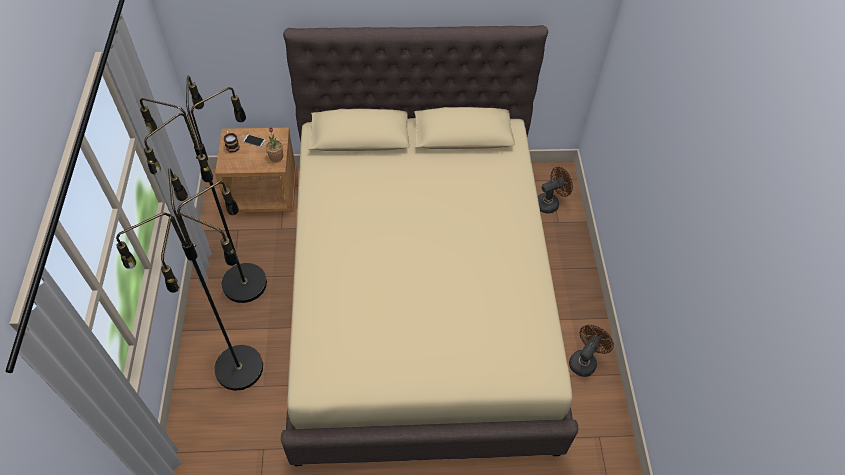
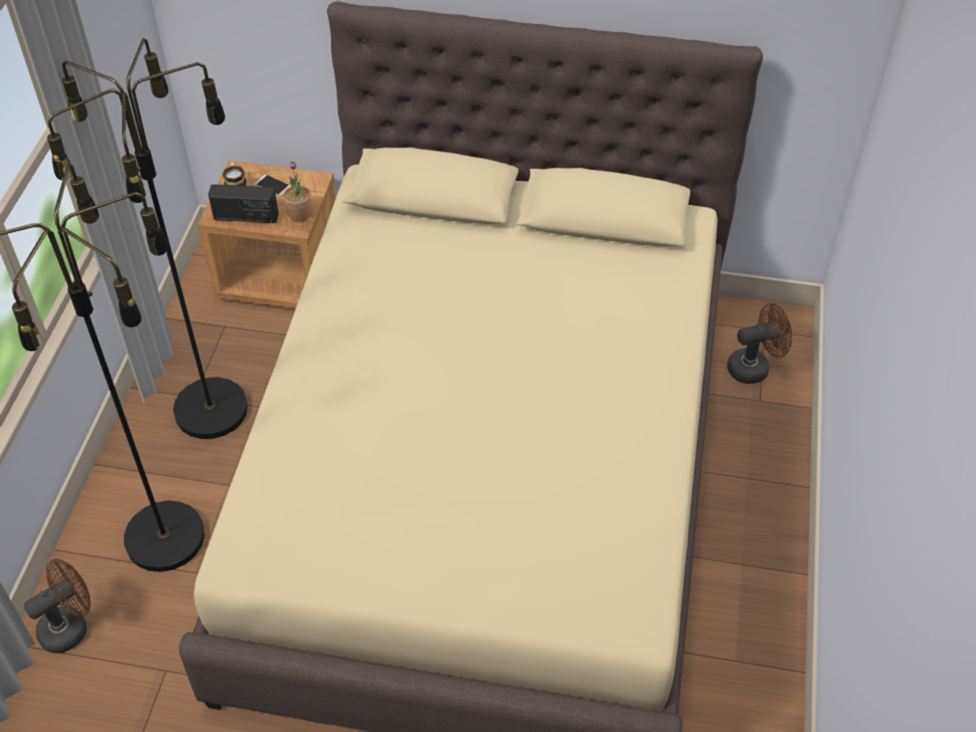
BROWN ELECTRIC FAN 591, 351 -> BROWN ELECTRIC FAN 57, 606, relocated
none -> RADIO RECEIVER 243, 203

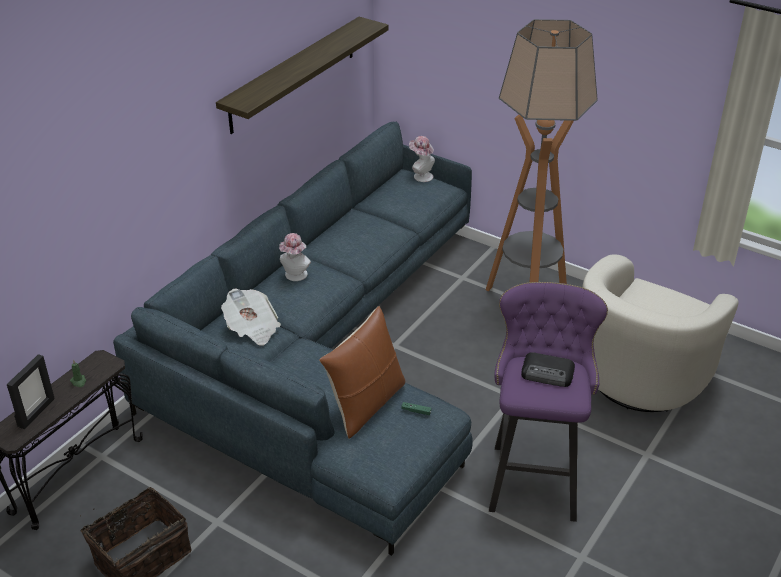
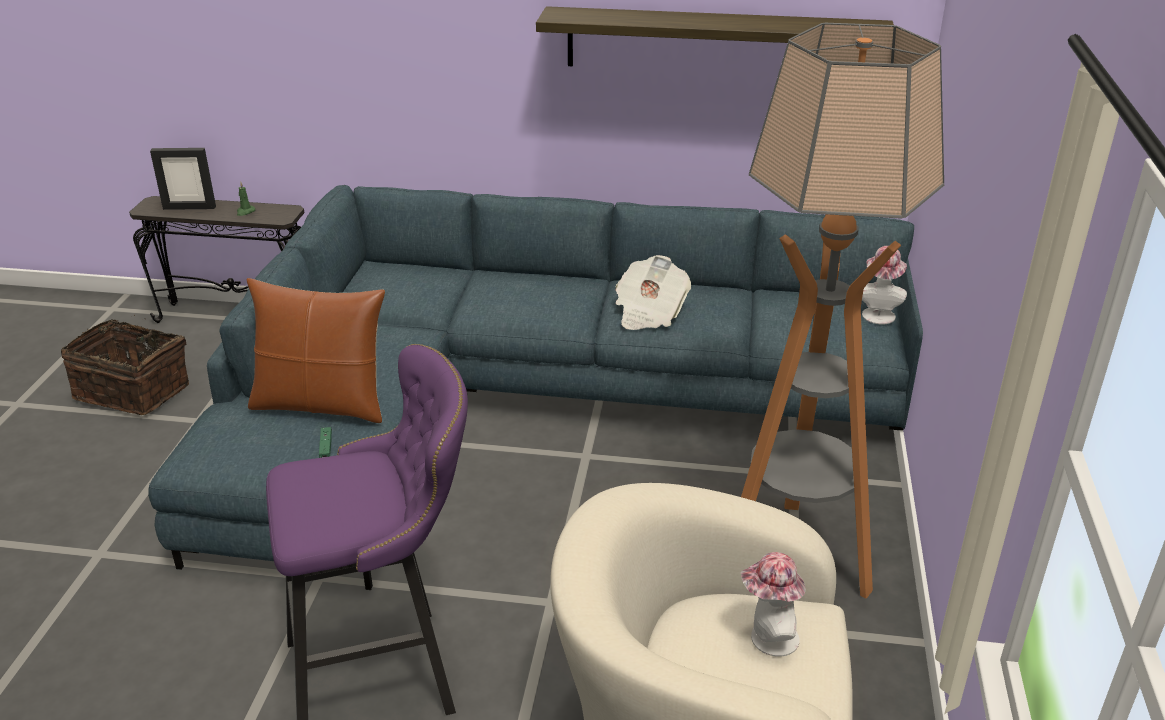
DAILY PAPER 251, 317 -> DAILY PAPER 653, 292, relocated
WEARABLE HAT 295, 257 -> WEARABLE HAT 773, 604, relocated
RADIO RECEIVER 548, 369 -> none

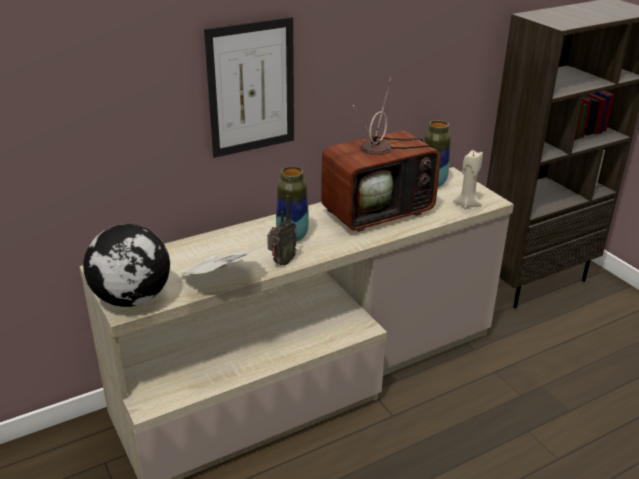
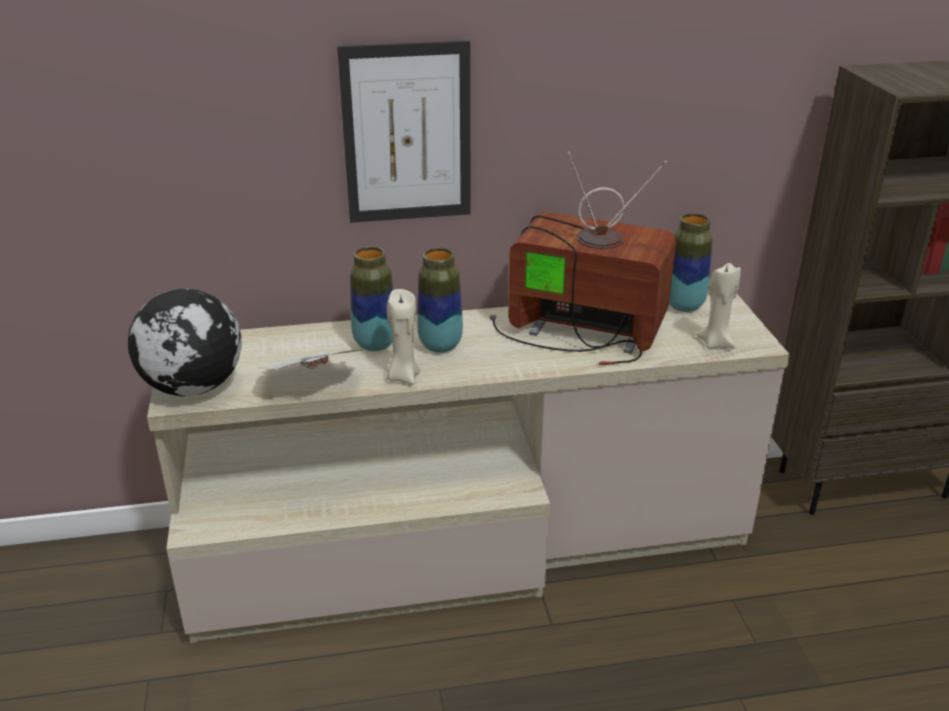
RADIO RECEIVER 282, 230 -> BEIGE CANDLE 403, 336
TELEVISION 381, 155 -> TELEVISION 583, 258, 150 degrees counterclockwise
none -> DECORATIVE VASE 371, 298

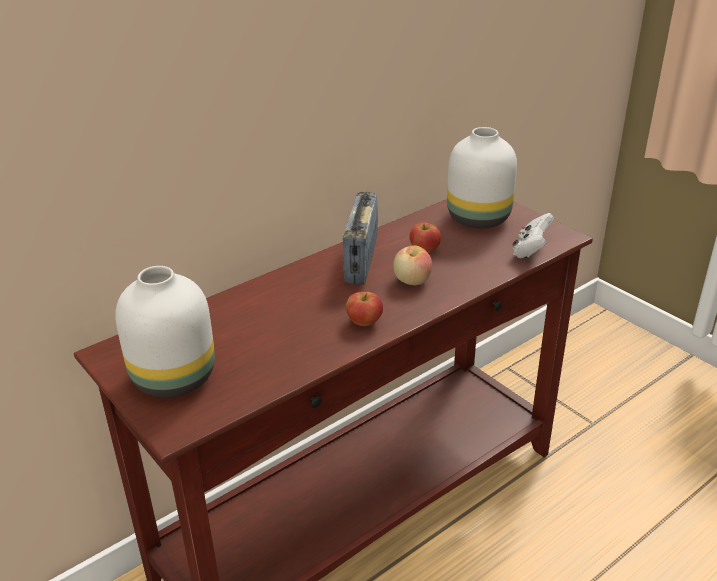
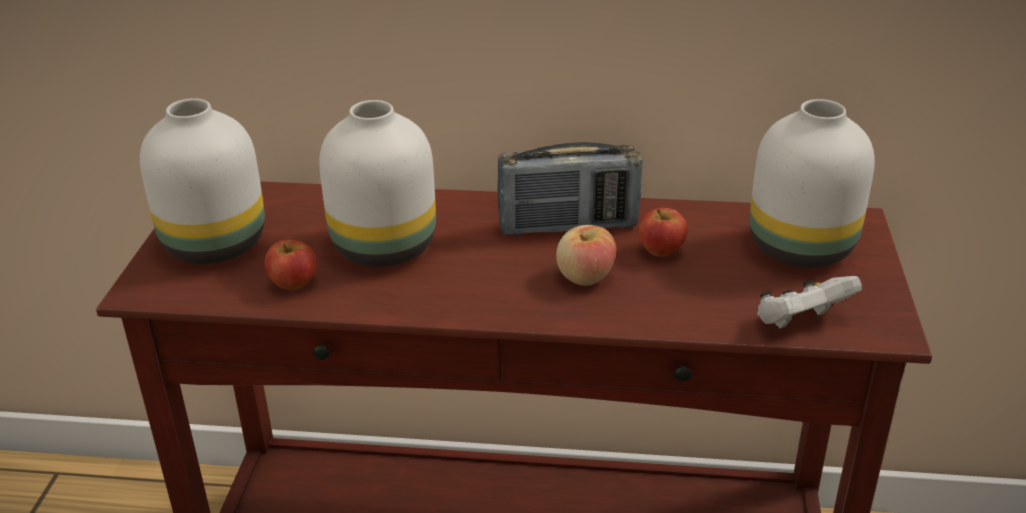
RADIO RECEIVER 360, 238 -> RADIO RECEIVER 569, 188, 150 degrees counterclockwise
APPLE FRUIT 364, 309 -> APPLE FRUIT 290, 264, relocated
none -> WHITISH DECORATIVE VASE 377, 183

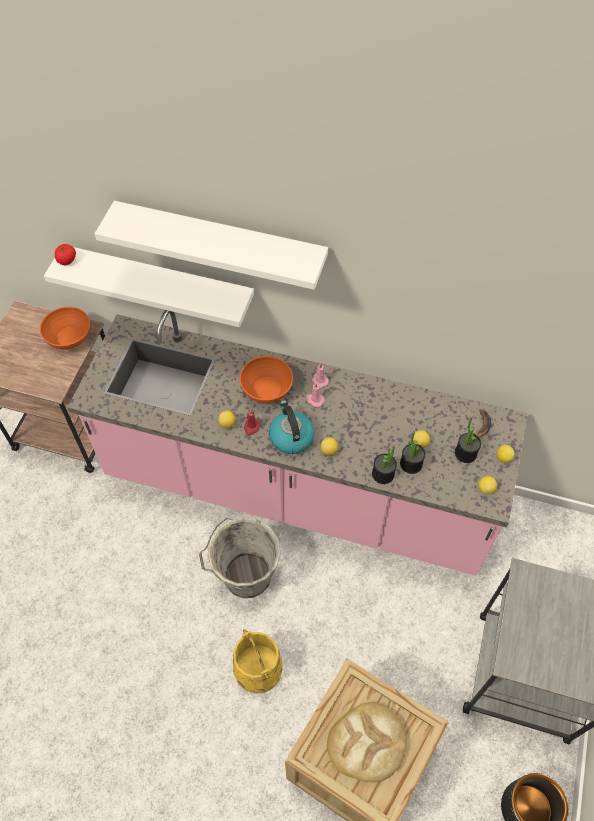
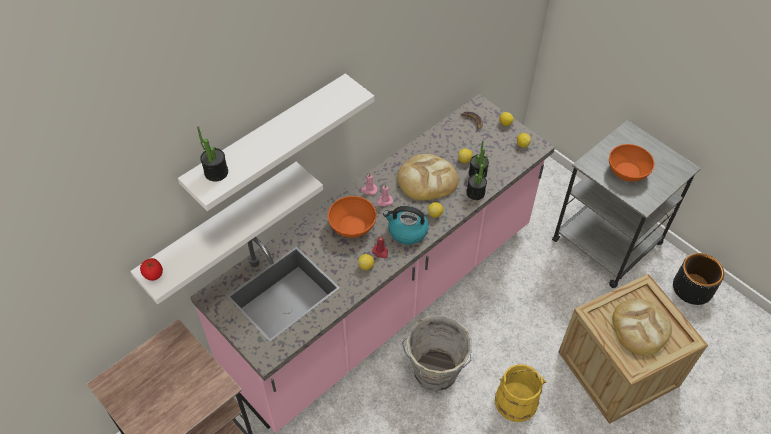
ORANGE DEEP DISH 65, 328 -> ORANGE DEEP DISH 632, 163, relocated
HOUSEPLANT 468, 439 -> HOUSEPLANT 212, 154, relocated
none -> BAKED BREAD 428, 177

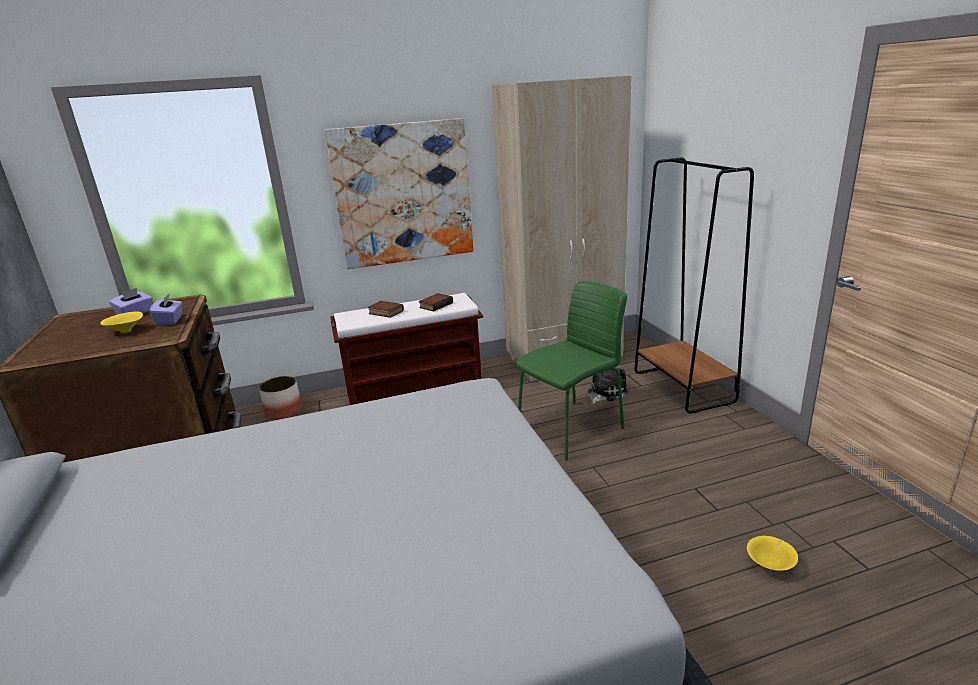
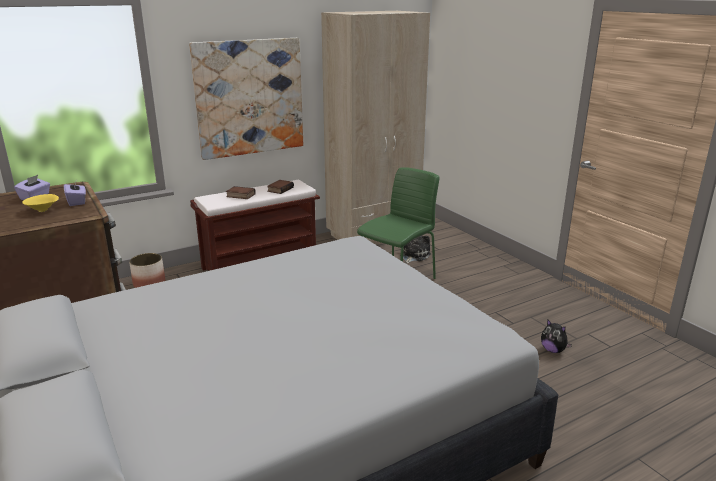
GARMENT STAND 694, 285 -> none
YELLOW DEEP DISH 772, 553 -> PLUSH TOY 556, 336

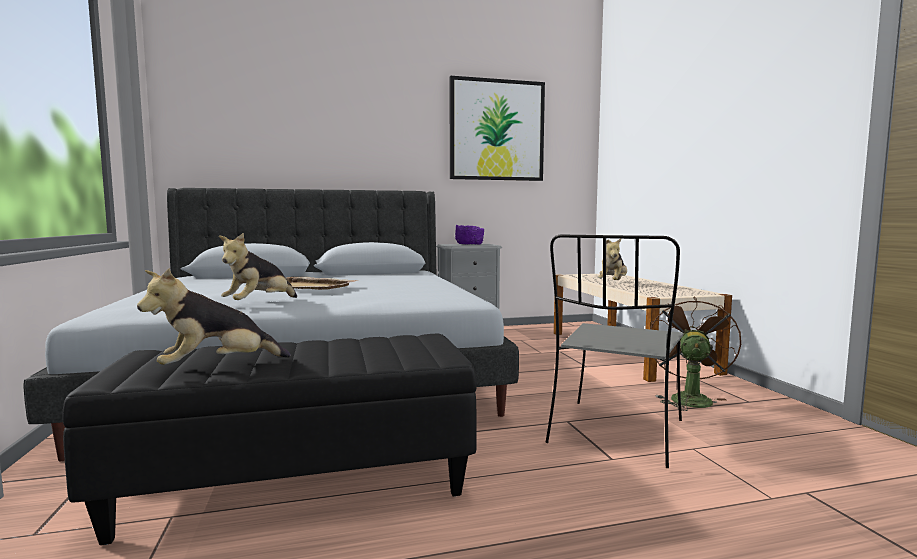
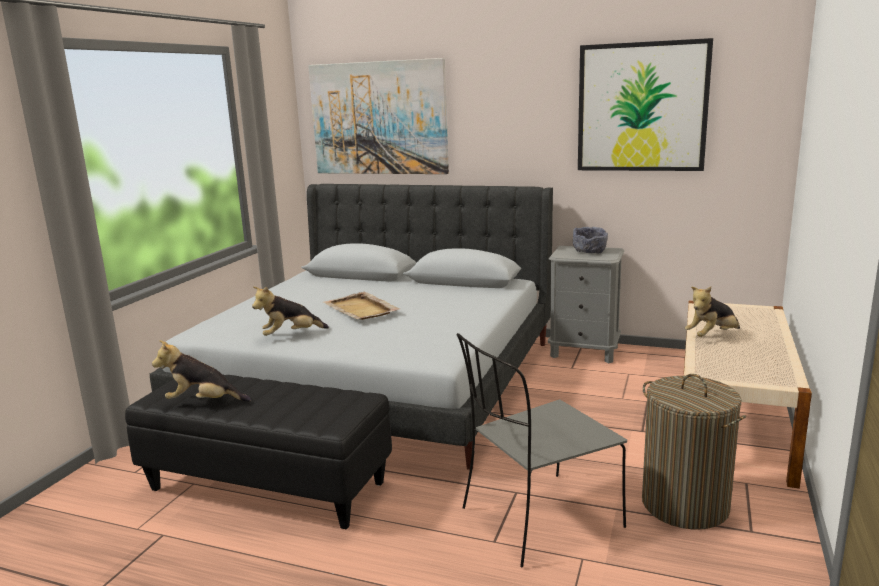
PURPLISH DEEP DISH 469, 235 -> GREYISH DEEP DISH 590, 240
BROWN ELECTRIC FAN 695, 354 -> HAMPER 694, 452
none -> WALL ART 378, 116

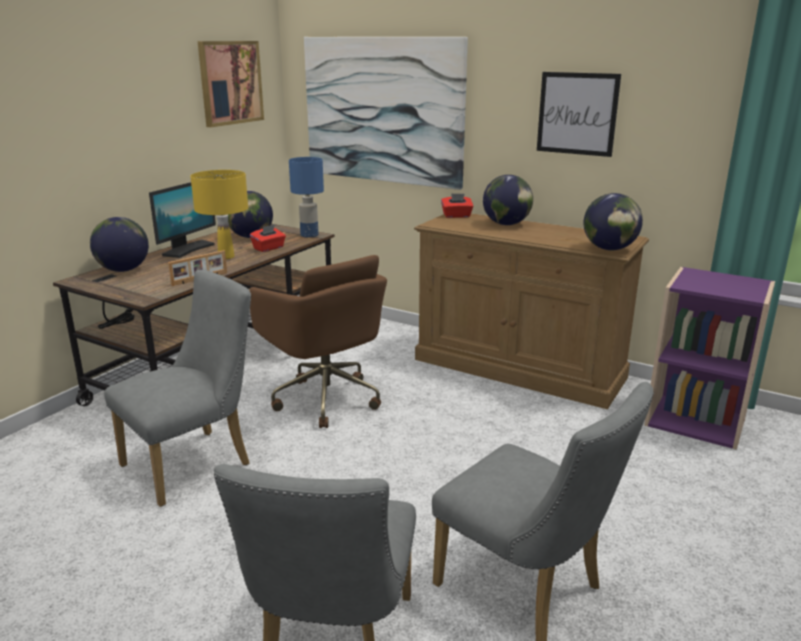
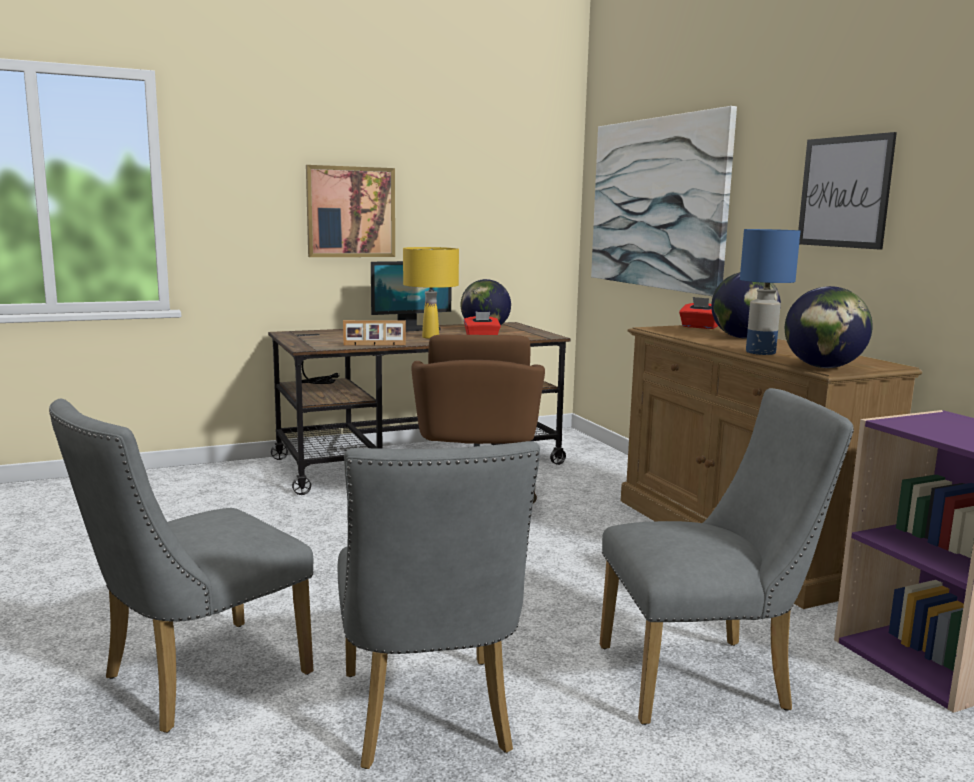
WORLD GLOBE 119, 244 -> none
GREYISH PLAIN CHAIR 177, 388 -> GREYISH PLAIN CHAIR 727, 556, relocated
WALL ART 231, 84 -> WALL ART 350, 211, relocated
BLUE-COLOURED TABLE LAMP 306, 197 -> BLUE-COLOURED TABLE LAMP 770, 292, relocated

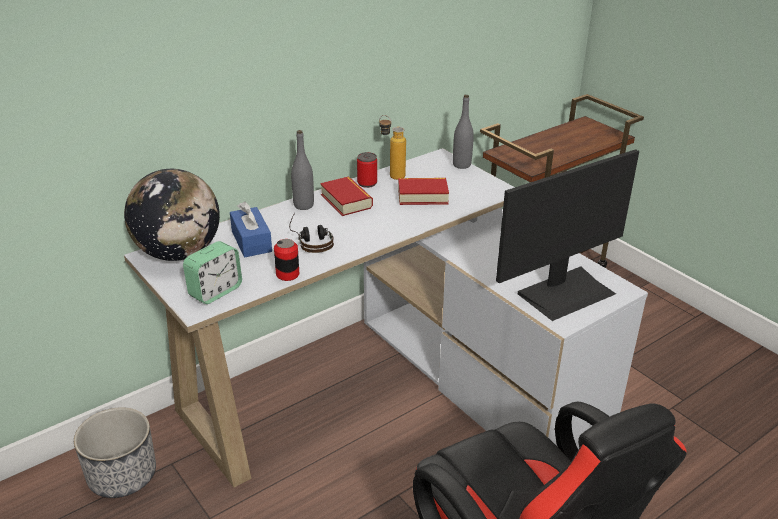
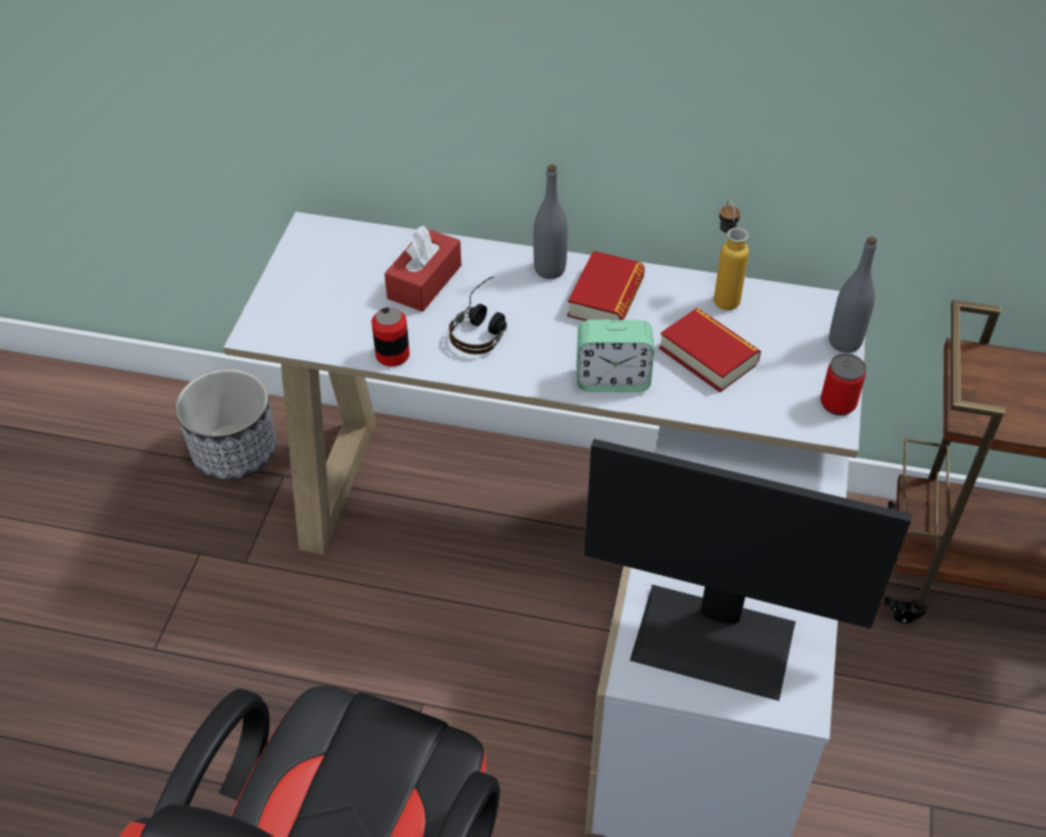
WORLD GLOBE 172, 215 -> none
ALARM CLOCK 212, 272 -> ALARM CLOCK 615, 356, relocated
BLUE-COLOURED TISSUE BOX 251, 229 -> RED-COLOURED TISSUE BOX 422, 269
CAN 367, 170 -> CAN 843, 385, relocated

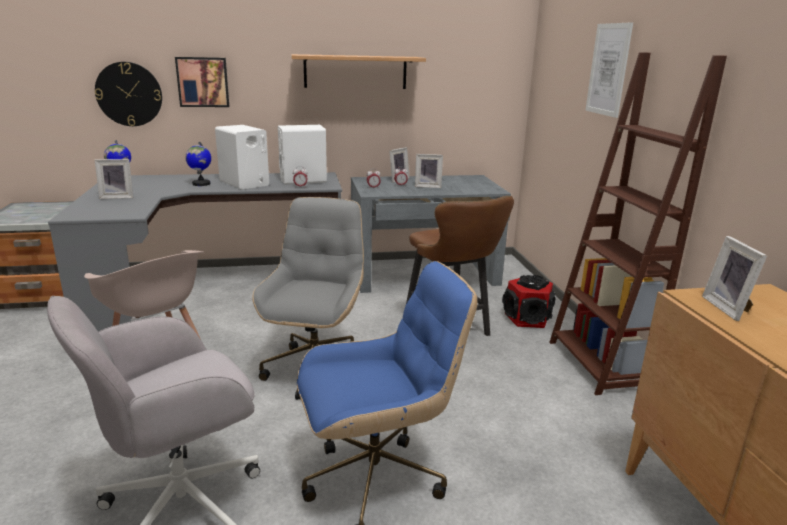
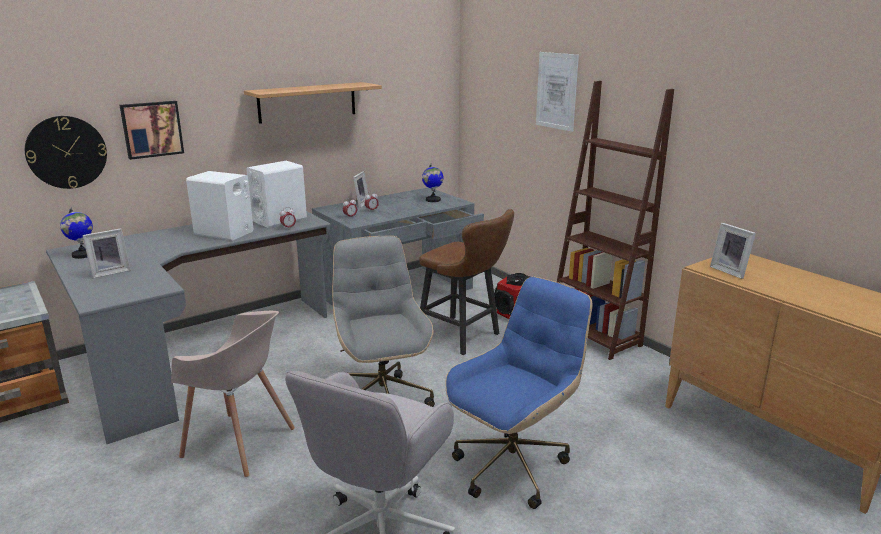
WORLD GLOBE 198, 163 -> WORLD GLOBE 432, 182, relocated
PICTURE FRAME 429, 171 -> none

